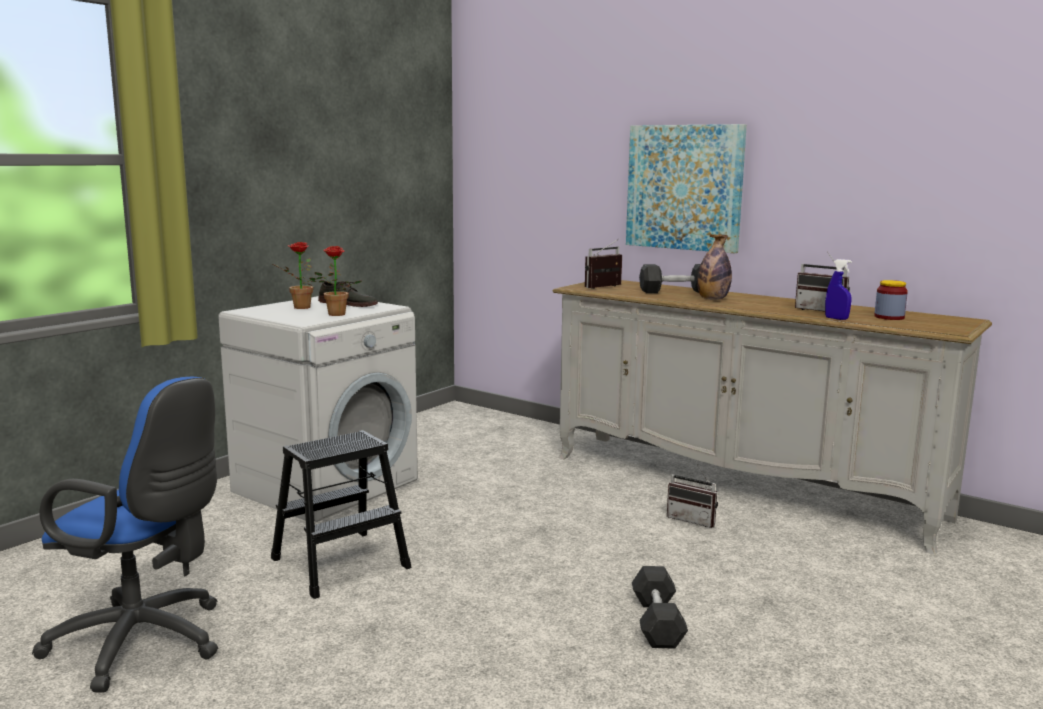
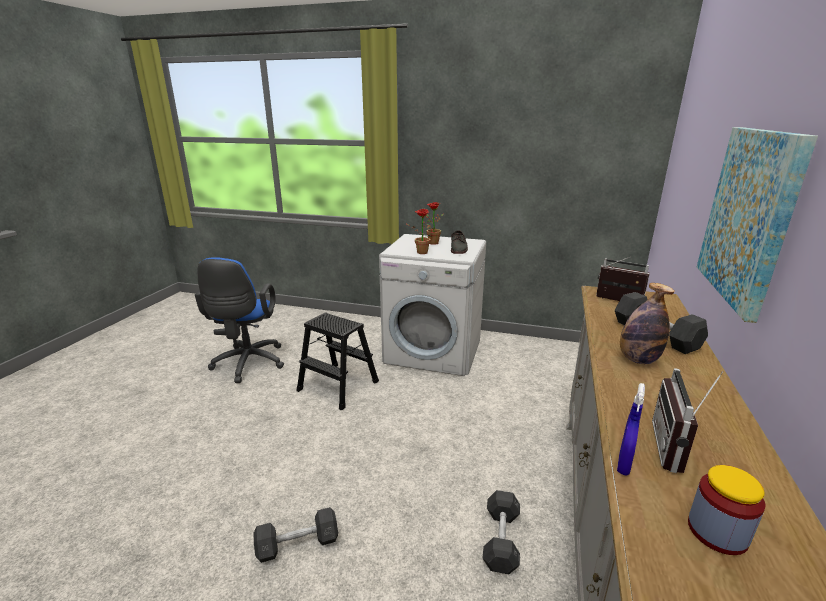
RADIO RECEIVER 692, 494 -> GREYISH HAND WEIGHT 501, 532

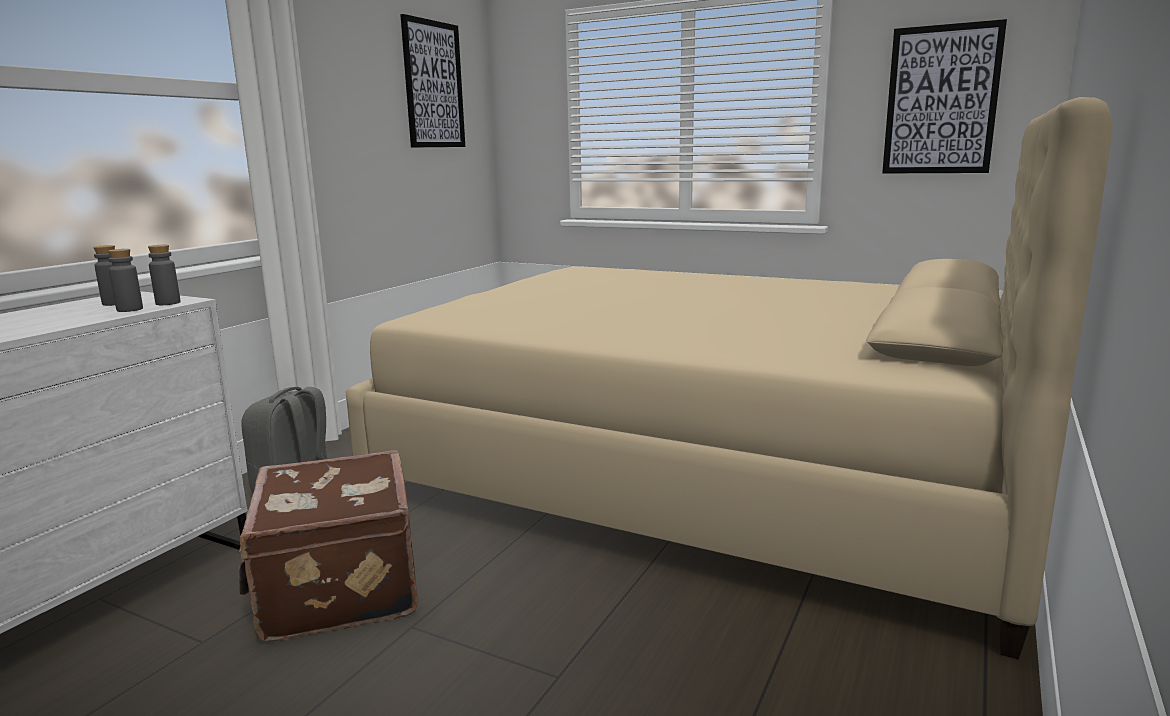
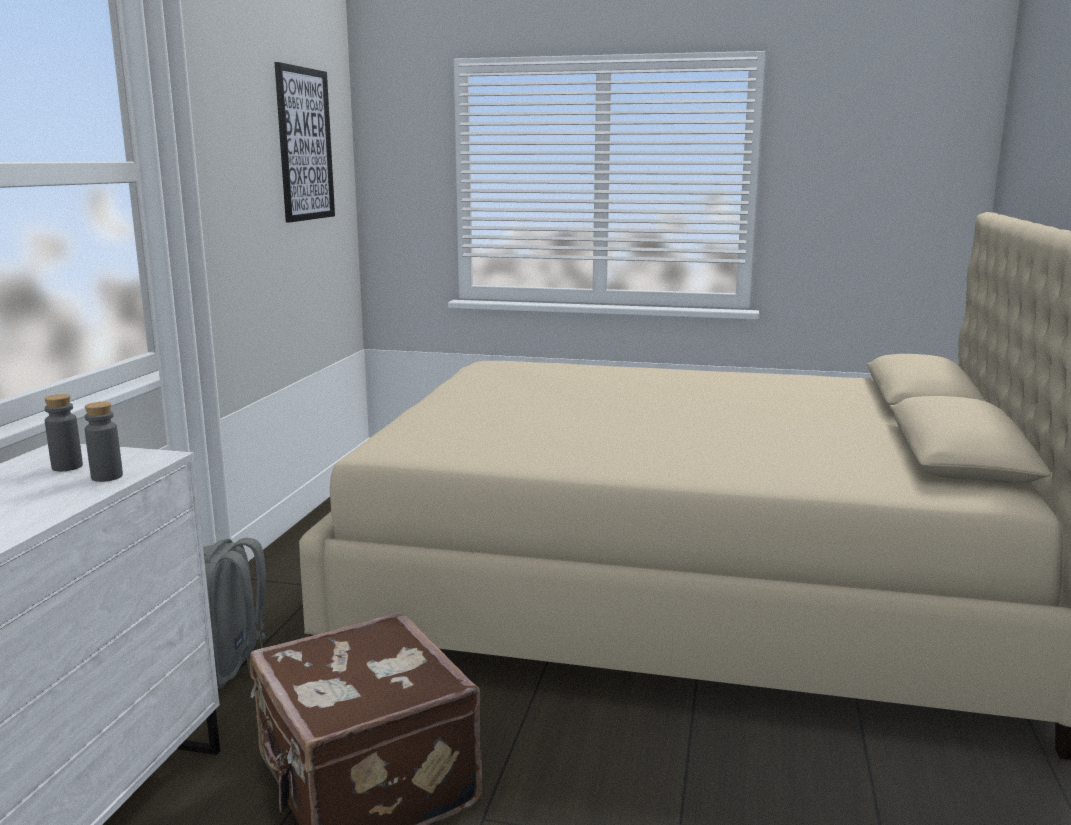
GREYISH BOTTLE 164, 275 -> none
WALL ART 944, 96 -> none

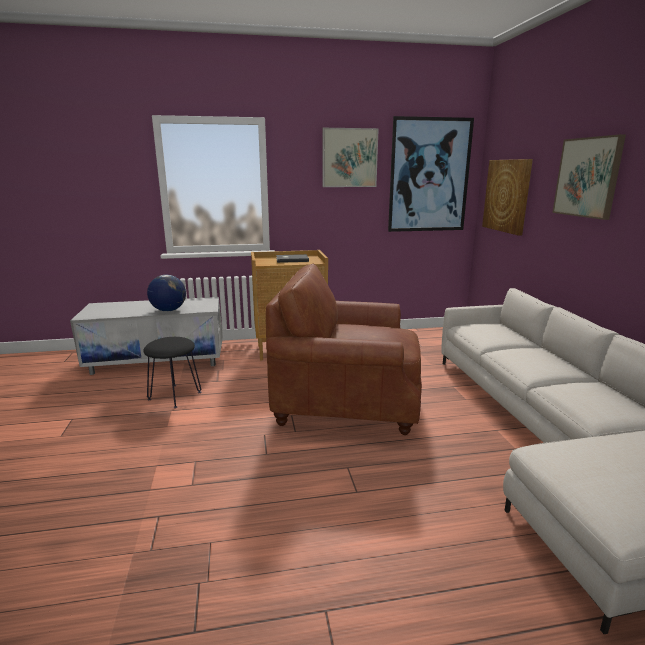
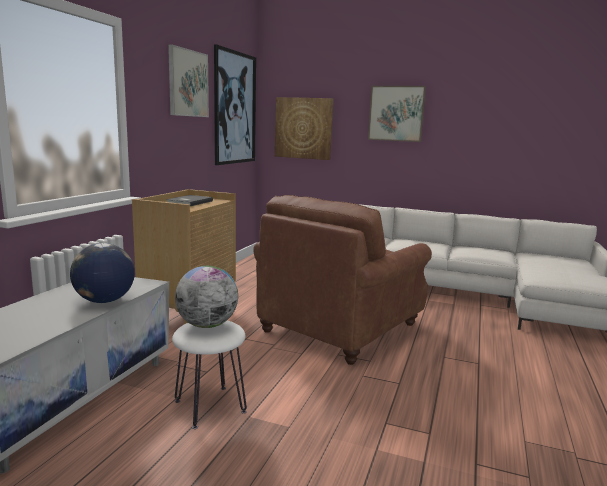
BLACK STOOL SEAT 172, 372 -> WHITISH STOOL SEAT 209, 374
none -> WORLD GLOBE 206, 297

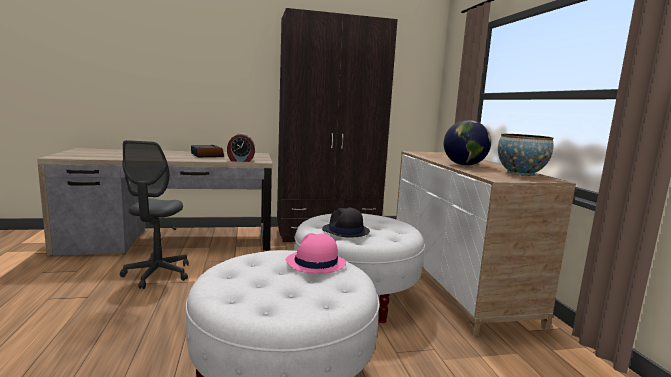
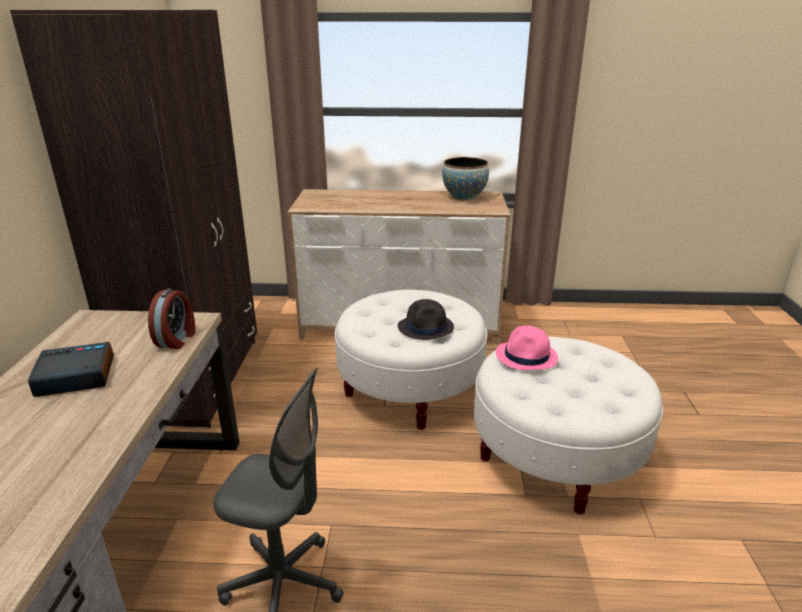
WORLD GLOBE 467, 143 -> none

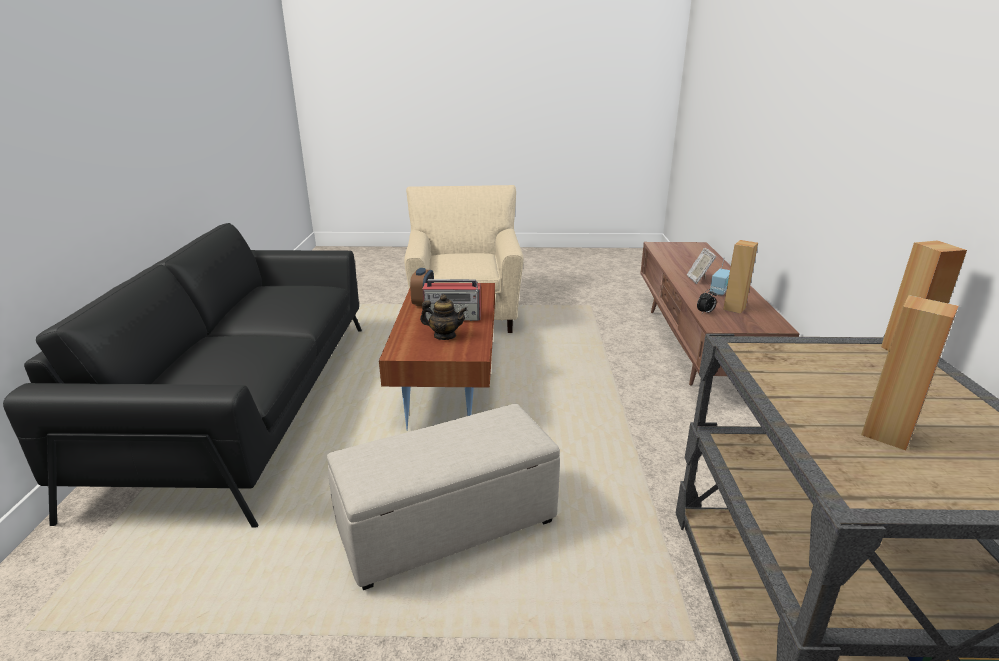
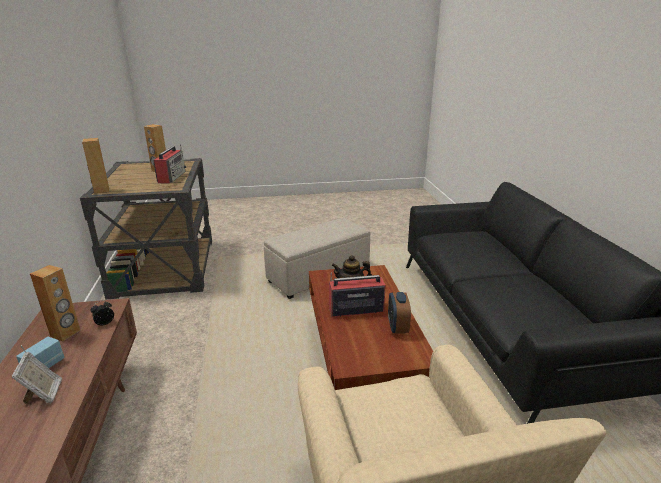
none -> RADIO RECEIVER 169, 164

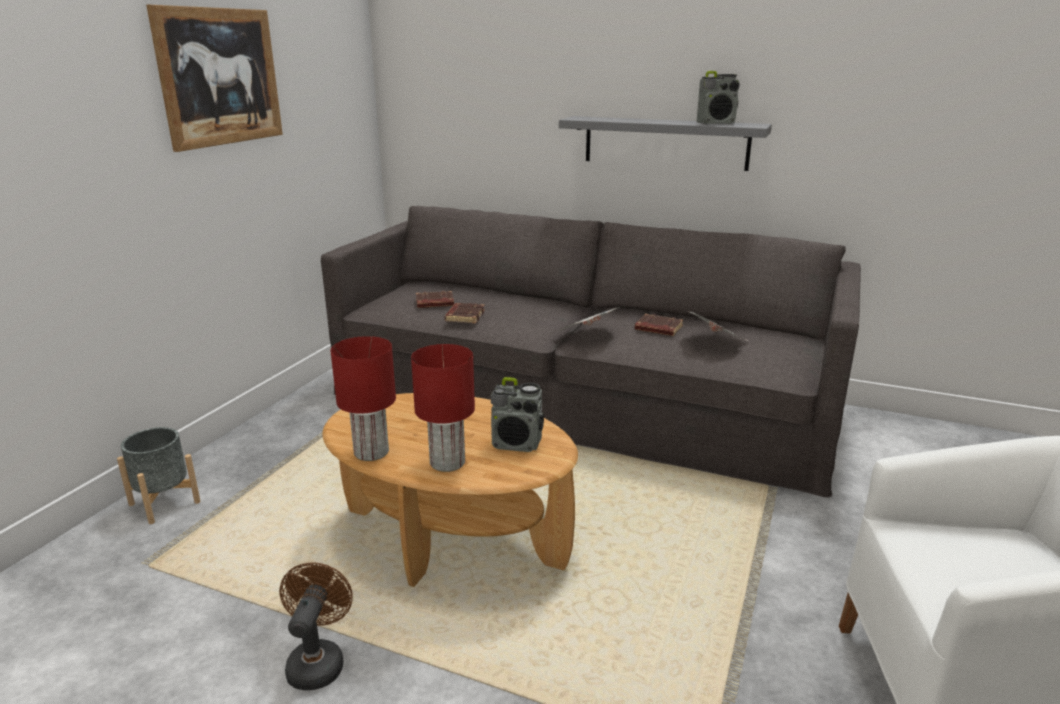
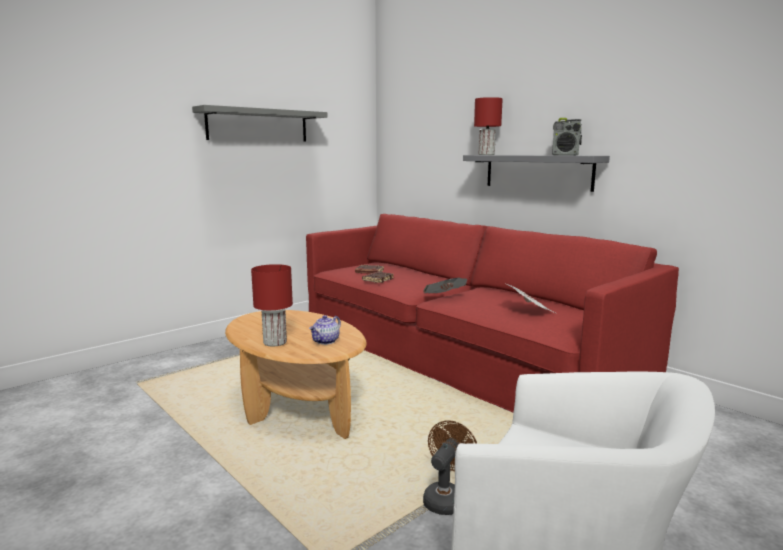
GREYISH PLANTER 159, 475 -> none
WALL ART 214, 78 -> GREYISH SHELF 260, 123
BROWN ELECTRIC FAN 316, 626 -> BROWN ELECTRIC FAN 450, 467, relocated
GREYISH SETTEE 591, 351 -> RED-COLOURED SETTEE 492, 313
RED-COLOURED TABLE LAMP 363, 398 -> RED-COLOURED TABLE LAMP 488, 126, relocated
RADIO RECEIVER 517, 414 -> POT FOR TEA 325, 330
BROWN BOOK 659, 325 -> none

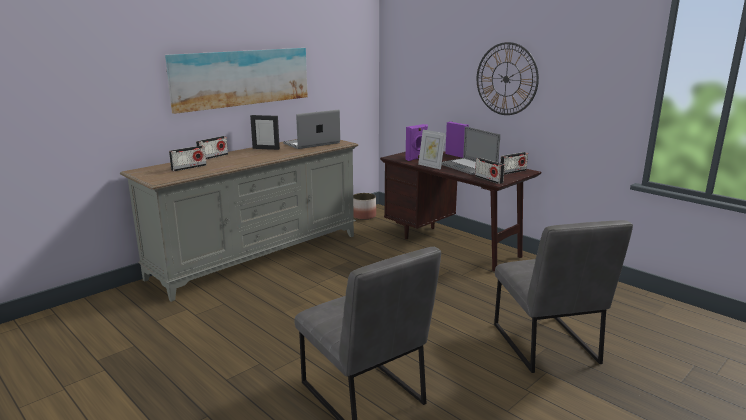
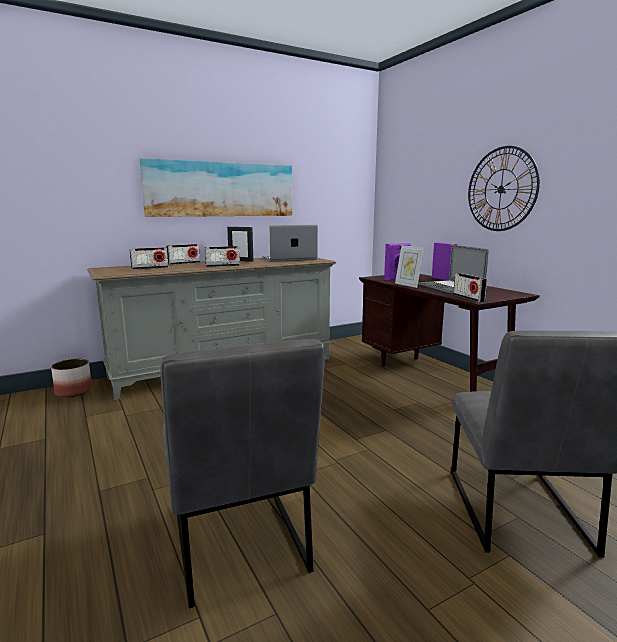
PLANTER 364, 206 -> PLANTER 71, 378, relocated
RADIO RECEIVER 514, 163 -> RADIO RECEIVER 222, 256, relocated

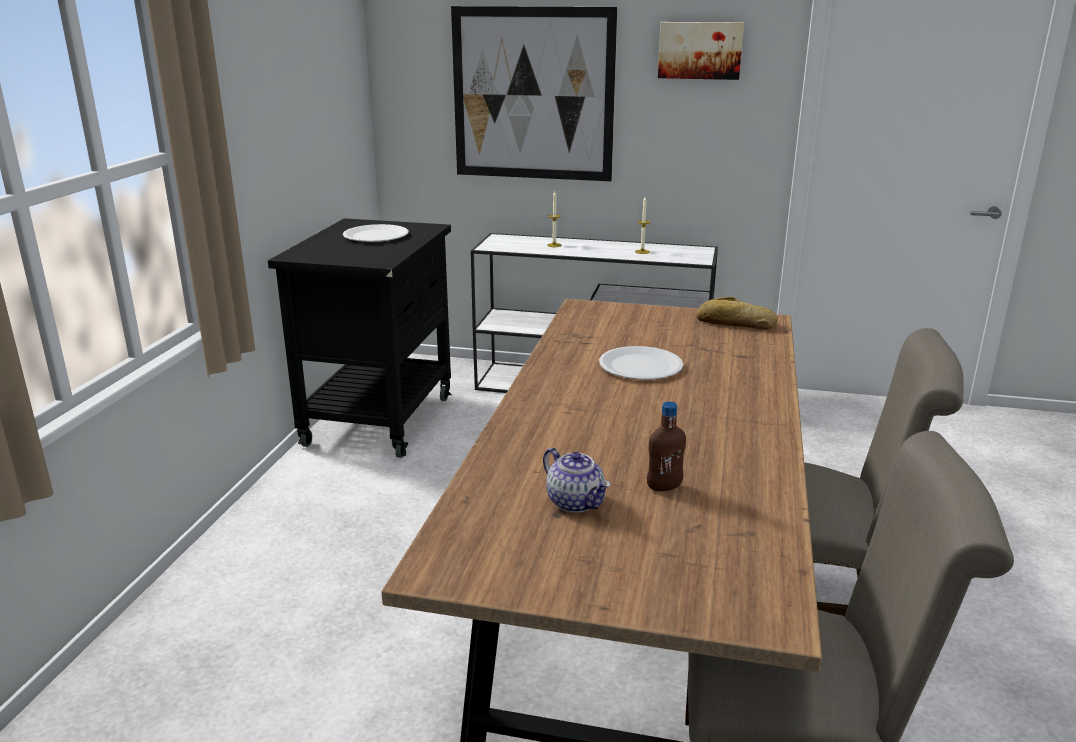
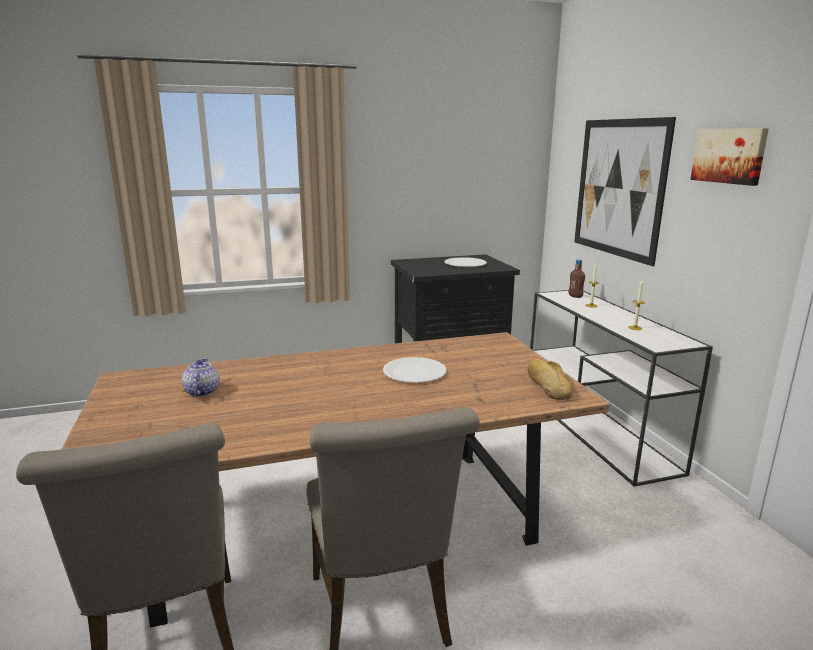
POT FOR TEA 577, 480 -> POT FOR TEA 201, 377, 150 degrees clockwise
BROWN BOTTLE 666, 446 -> BROWN BOTTLE 577, 278, relocated

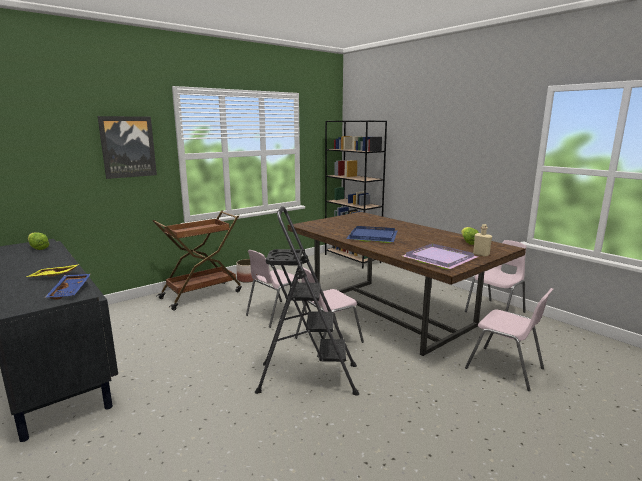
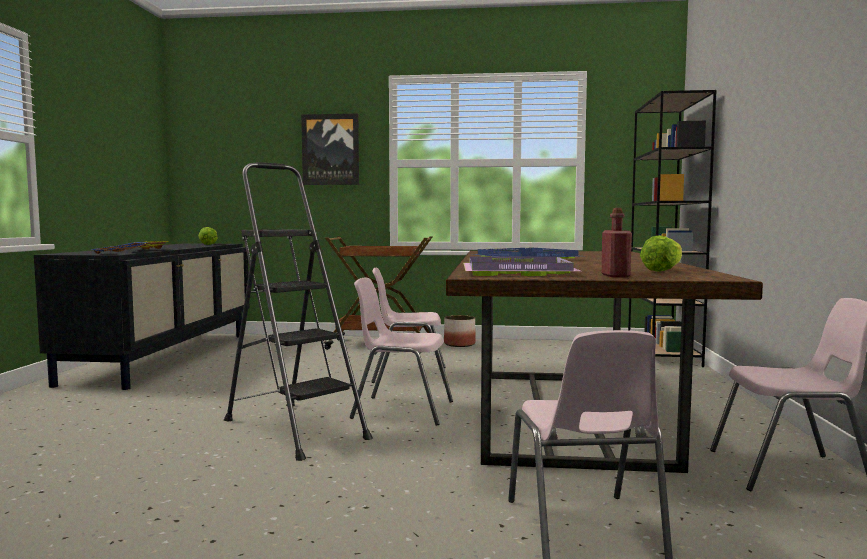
BEIGE BOTTLE 482, 240 -> RED-COLOURED BOTTLE 616, 242

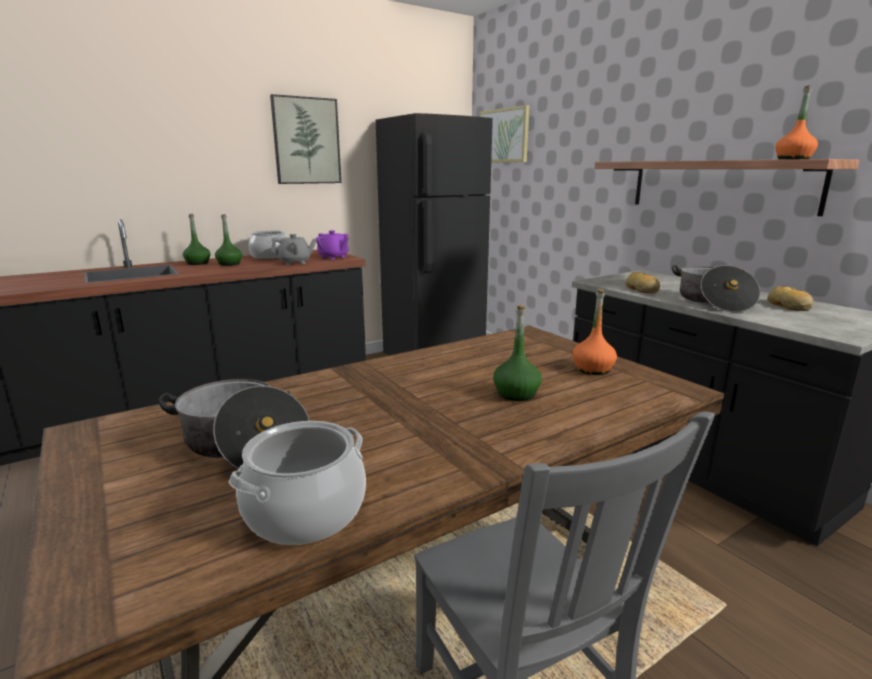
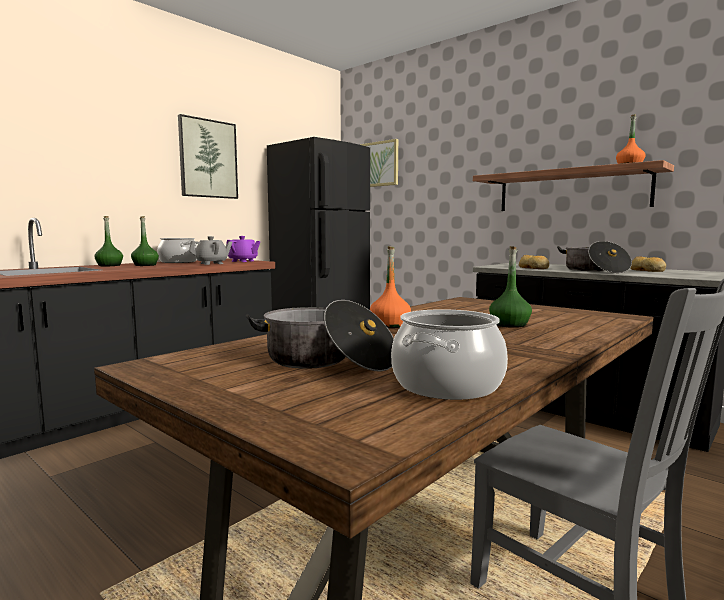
ORANGE BOTTLE 594, 332 -> ORANGE BOTTLE 390, 287, relocated

